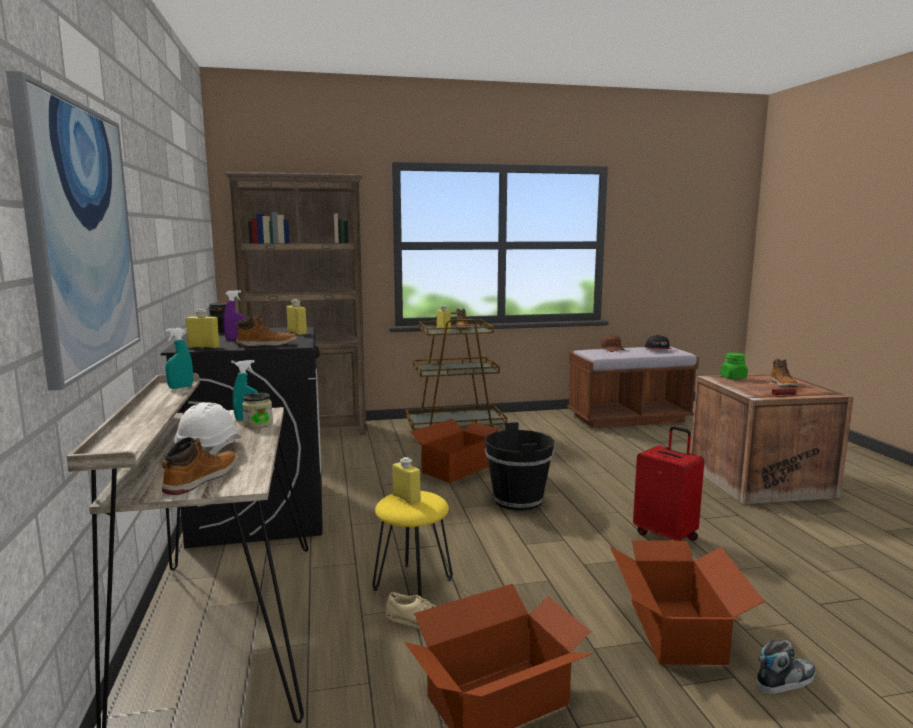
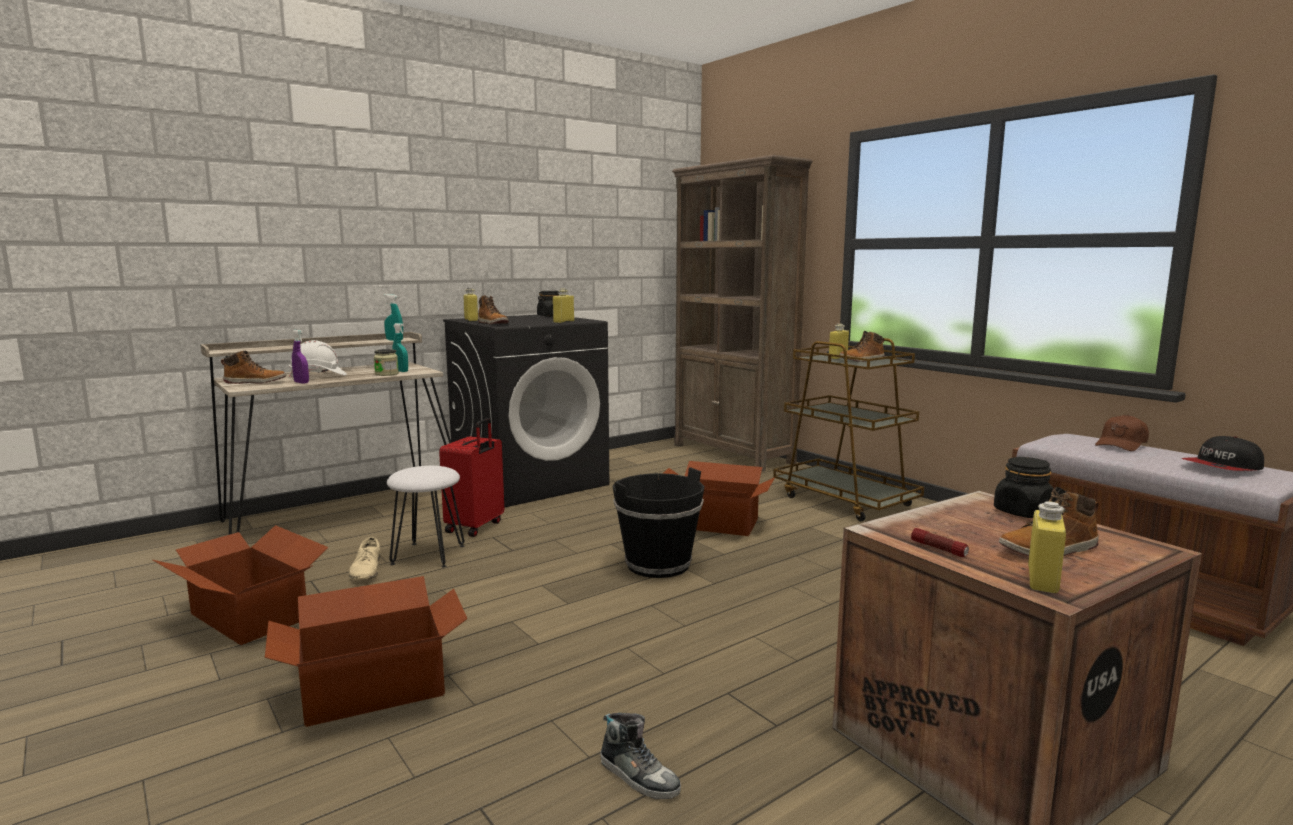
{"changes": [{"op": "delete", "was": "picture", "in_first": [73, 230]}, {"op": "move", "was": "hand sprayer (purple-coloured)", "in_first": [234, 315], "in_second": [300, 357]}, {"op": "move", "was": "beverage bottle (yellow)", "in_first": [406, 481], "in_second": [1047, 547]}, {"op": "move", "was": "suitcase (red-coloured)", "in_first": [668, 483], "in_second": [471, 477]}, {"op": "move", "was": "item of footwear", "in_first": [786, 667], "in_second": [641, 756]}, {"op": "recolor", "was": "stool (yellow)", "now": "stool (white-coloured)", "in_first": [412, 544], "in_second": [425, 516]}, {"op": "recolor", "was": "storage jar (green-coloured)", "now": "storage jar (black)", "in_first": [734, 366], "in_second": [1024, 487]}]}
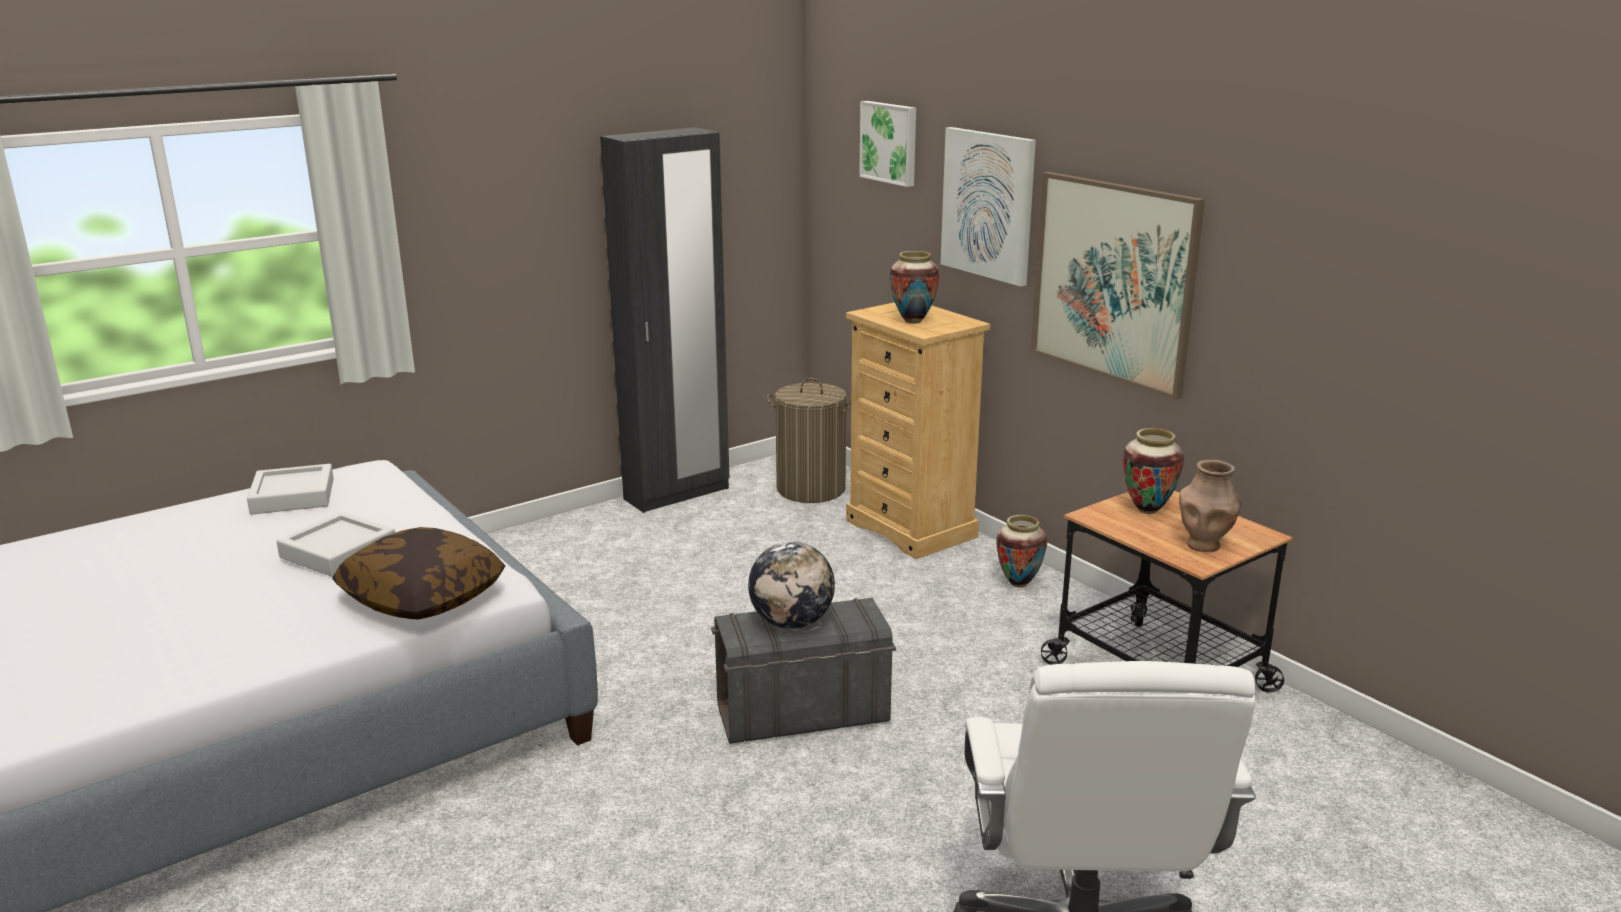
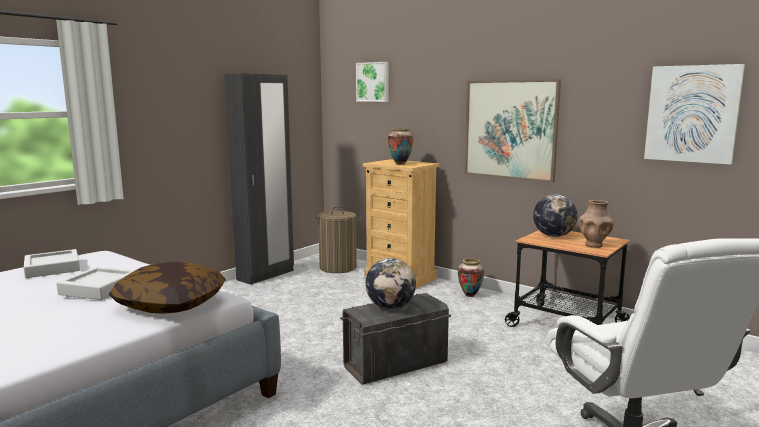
{"changes": [{"op": "move", "was": "picture", "in_first": [988, 206], "in_second": [694, 114]}, {"op": "replace", "was": "decorative vase", "now": "world globe", "in_first": [1153, 471], "in_second": [555, 215]}]}
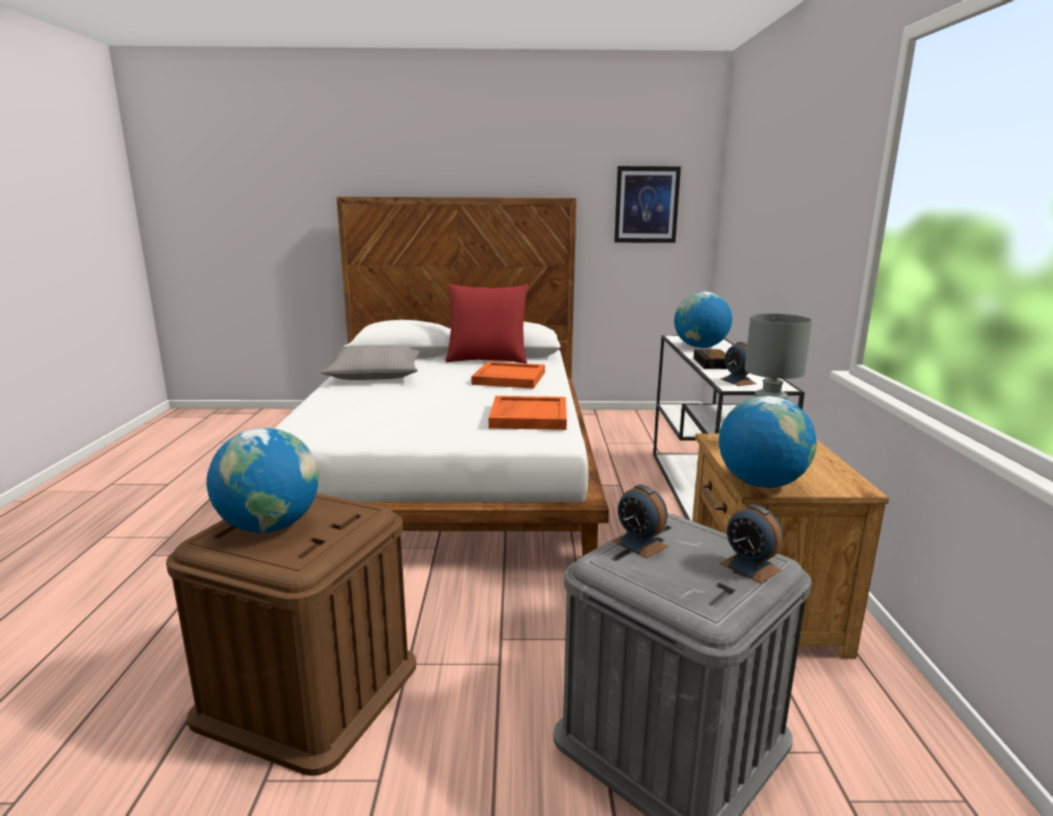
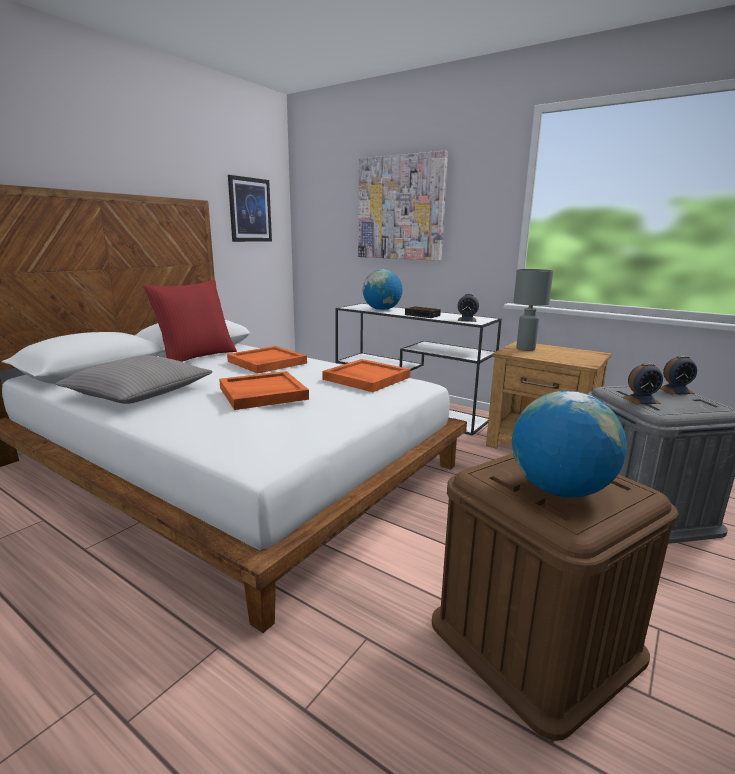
{"changes": [{"op": "delete", "was": "world globe", "in_first": [768, 442]}, {"op": "insert", "now": "serving tray (orangey)", "in_second": [264, 390]}, {"op": "insert", "now": "picture", "in_second": [403, 206]}]}
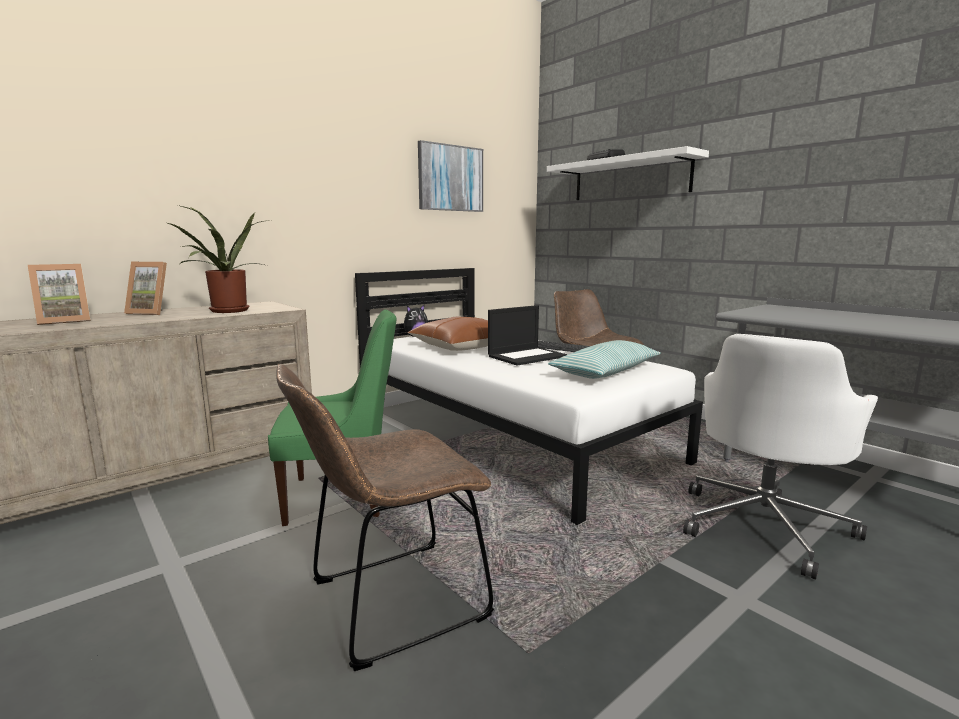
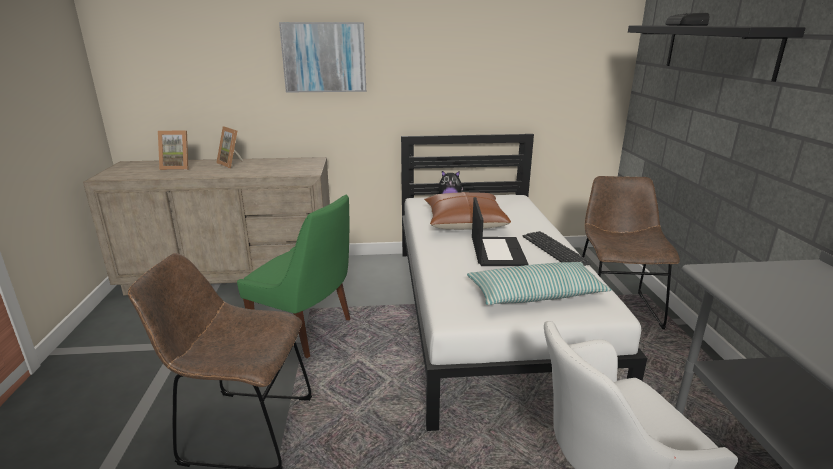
{"changes": [{"op": "delete", "was": "houseplant", "in_first": [219, 259]}, {"op": "move", "was": "picture", "in_first": [450, 176], "in_second": [322, 57]}, {"op": "recolor", "was": "wall shelf (white-coloured)", "now": "wall shelf (black)", "in_first": [628, 173], "in_second": [716, 54]}, {"op": "rotate", "was": "portable computer", "in_first": [528, 335], "in_second": [500, 231], "clockwise": -90}]}
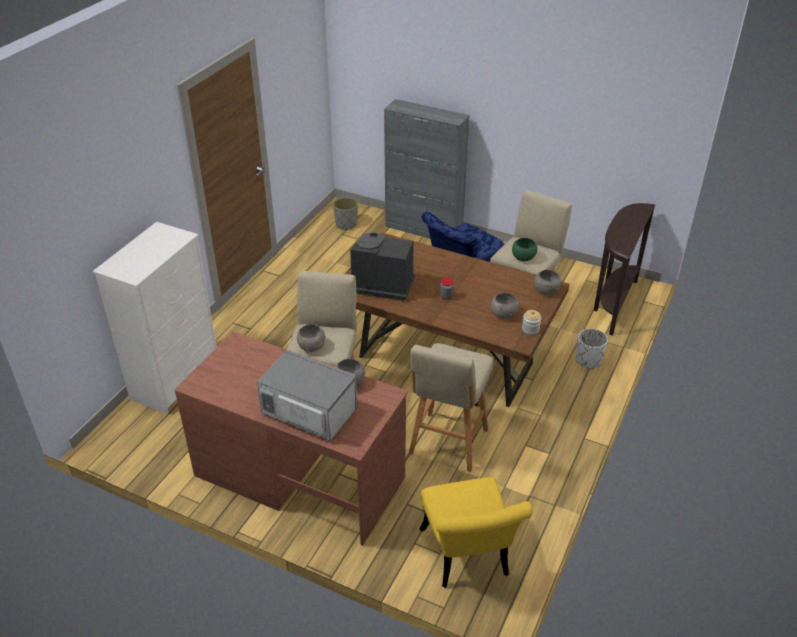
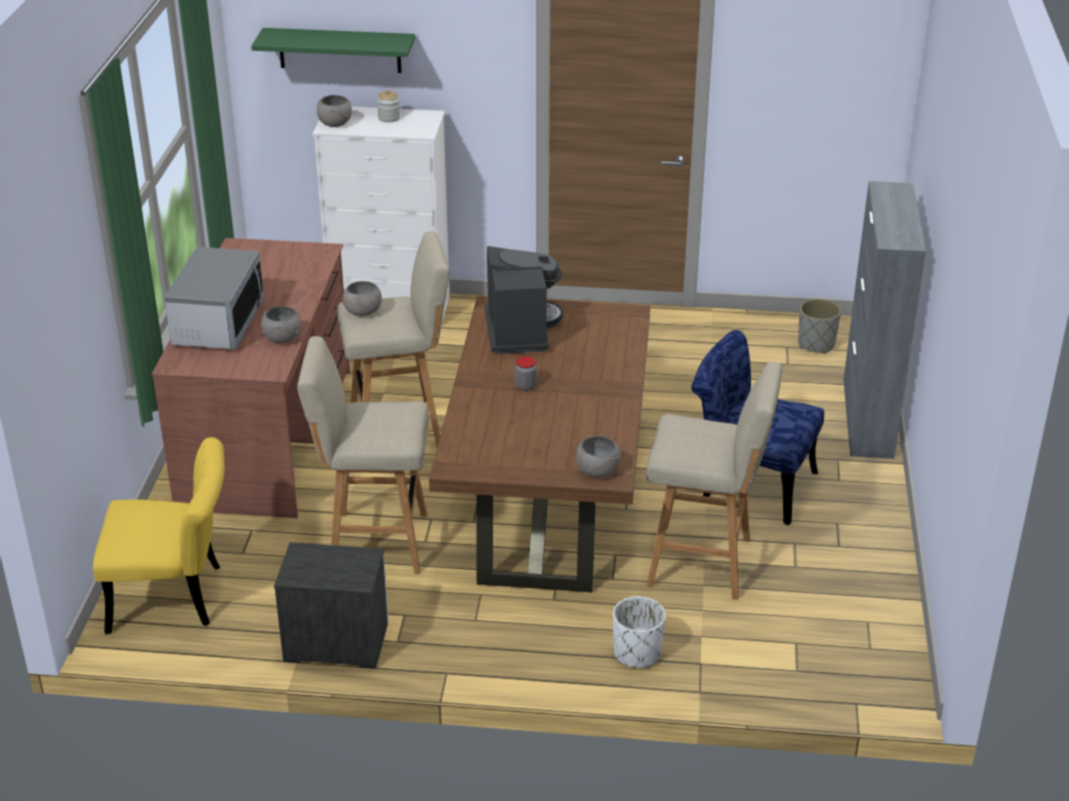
{"changes": [{"op": "delete", "was": "bowl (green-coloured)", "in_first": [524, 249]}, {"op": "delete", "was": "narrow table (brown-coloured)", "in_first": [624, 269]}, {"op": "insert", "now": "wall shelf (green-coloured)", "in_second": [333, 50]}, {"op": "insert", "now": "night table", "in_second": [331, 605]}, {"op": "move", "was": "bowl (gray)", "in_first": [504, 306], "in_second": [334, 111]}, {"op": "move", "was": "storage jar", "in_first": [531, 322], "in_second": [388, 106]}, {"op": "rotate", "was": "chair (yellow)", "in_first": [476, 532], "in_second": [159, 535], "clockwise": -150}]}
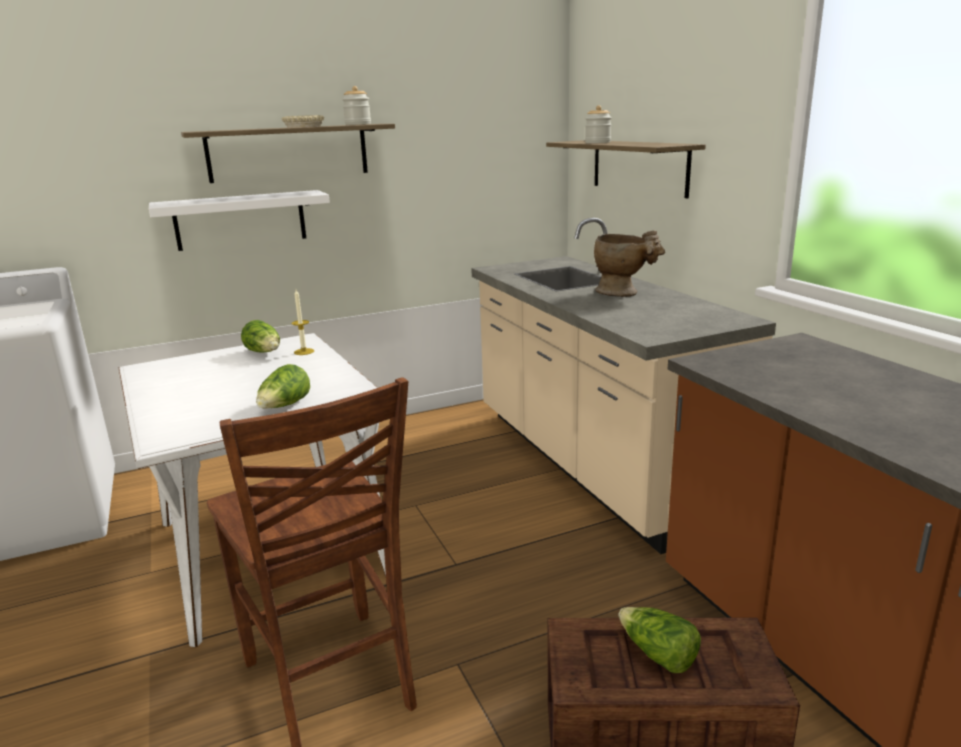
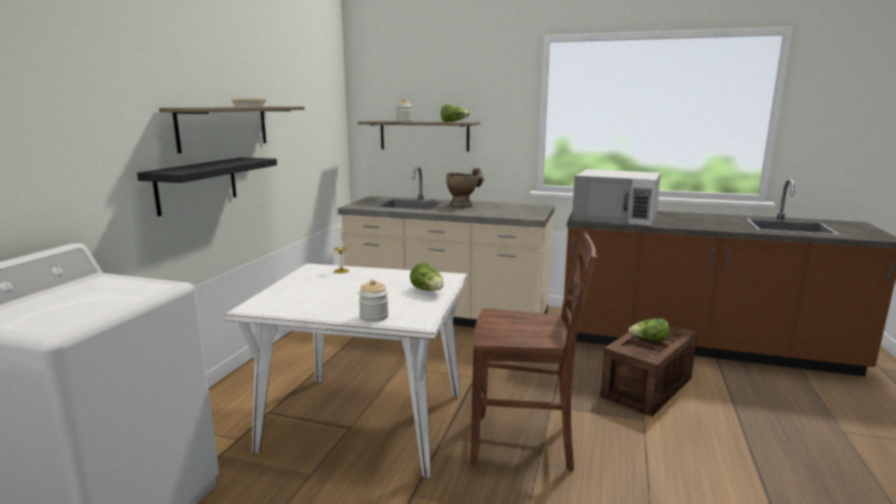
{"changes": [{"op": "insert", "now": "kitchen microwave (white-coloured)", "in_second": [616, 197]}, {"op": "move", "was": "head of lettuce", "in_first": [260, 336], "in_second": [455, 113]}, {"op": "move", "was": "storage jar", "in_first": [356, 105], "in_second": [374, 300]}, {"op": "recolor", "was": "wall shelf (white-coloured)", "now": "wall shelf (black)", "in_first": [239, 220], "in_second": [207, 186]}]}
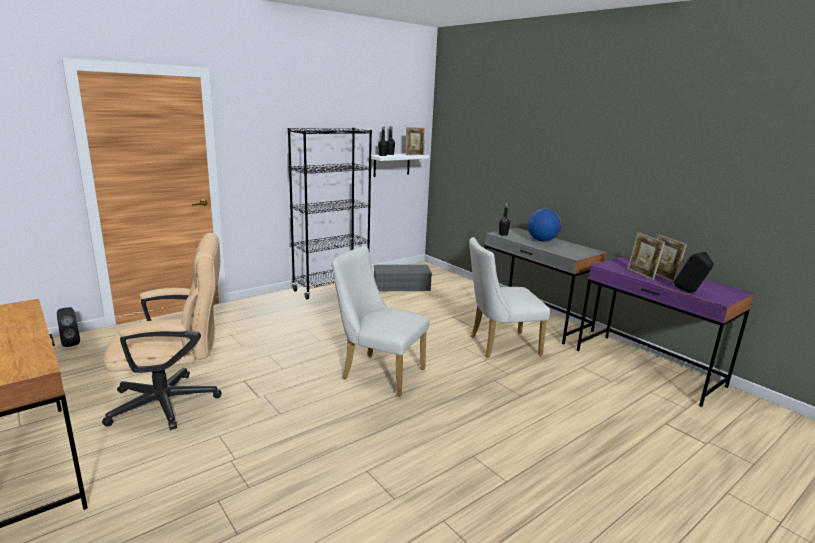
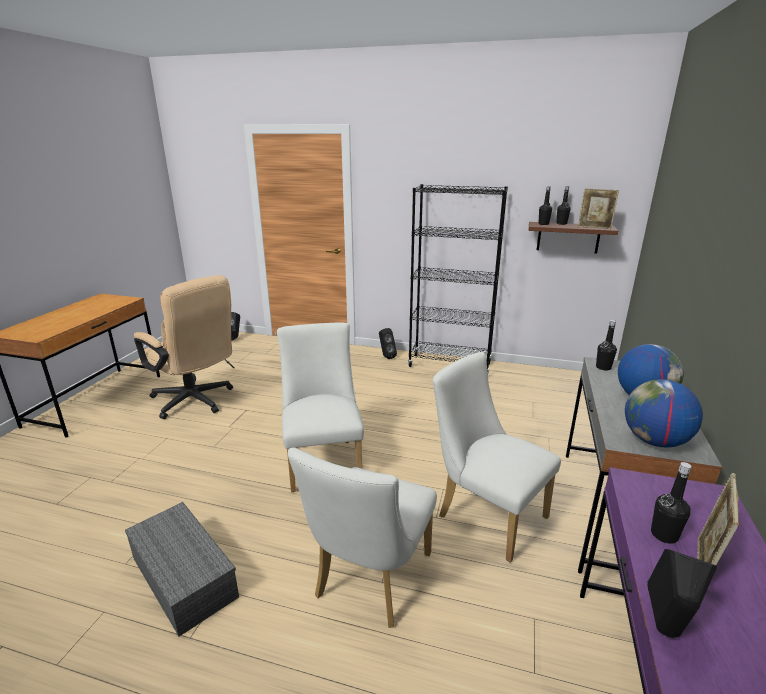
{"changes": [{"op": "insert", "now": "chair (white-coloured)", "in_second": [362, 538]}, {"op": "insert", "now": "speaker (black)", "in_second": [388, 343]}, {"op": "insert", "now": "world globe", "in_second": [664, 413]}, {"op": "move", "was": "storage box (gray)", "in_first": [403, 278], "in_second": [182, 569]}, {"op": "replace", "was": "photo frame", "now": "beverage bottle (black)", "in_first": [646, 256], "in_second": [671, 503]}, {"op": "recolor", "was": "wall shelf (white-coloured)", "now": "wall shelf (brown-coloured)", "in_first": [398, 165], "in_second": [573, 238]}]}
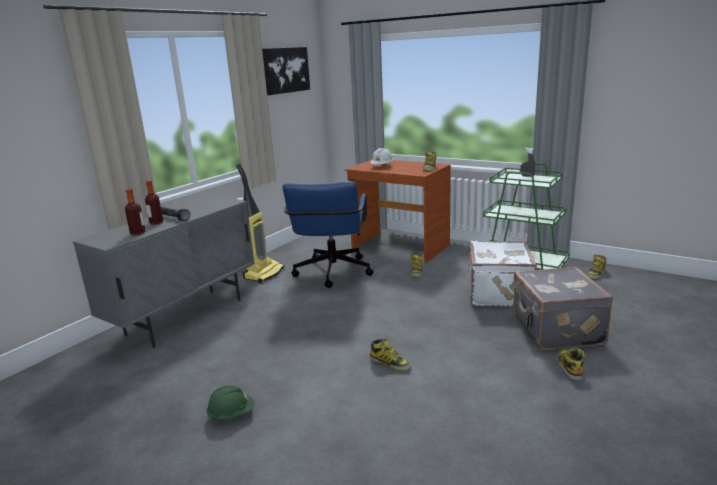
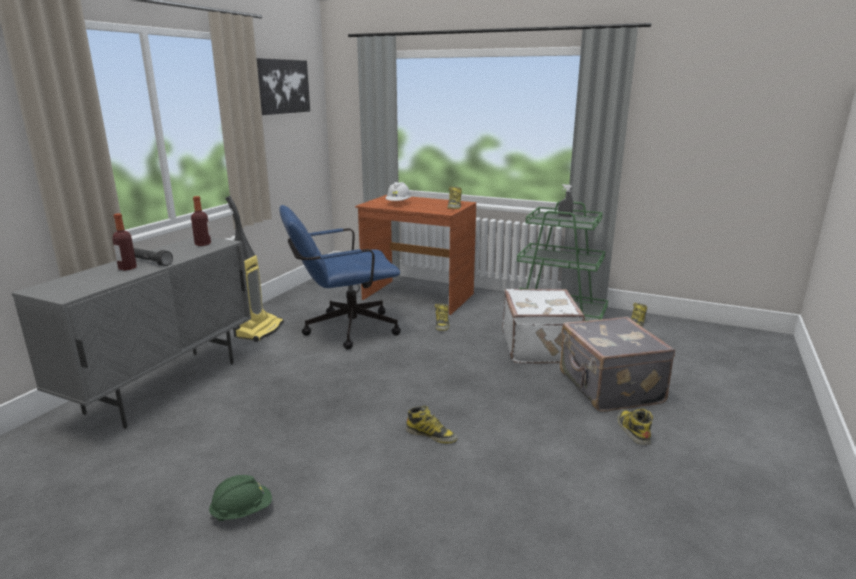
{"changes": [{"op": "move", "was": "beverage bottle", "in_first": [135, 212], "in_second": [201, 221]}, {"op": "rotate", "was": "computer chair (bluish)", "in_first": [328, 234], "in_second": [340, 277], "clockwise": 75}]}
